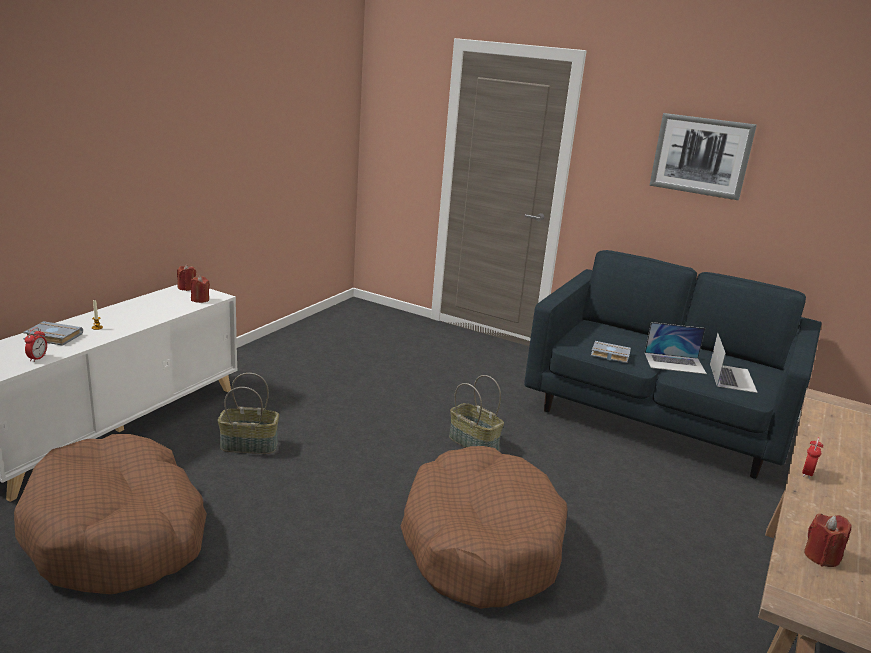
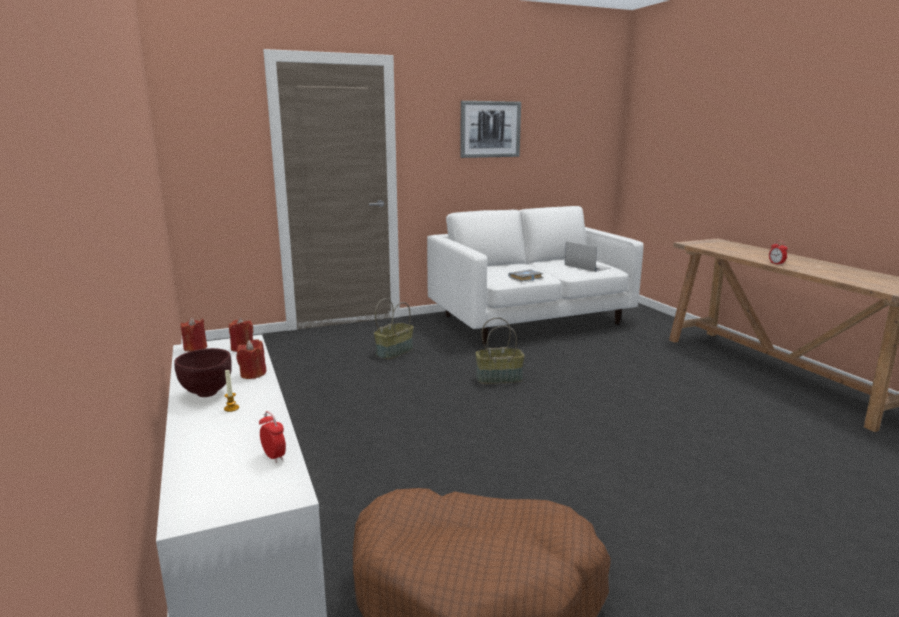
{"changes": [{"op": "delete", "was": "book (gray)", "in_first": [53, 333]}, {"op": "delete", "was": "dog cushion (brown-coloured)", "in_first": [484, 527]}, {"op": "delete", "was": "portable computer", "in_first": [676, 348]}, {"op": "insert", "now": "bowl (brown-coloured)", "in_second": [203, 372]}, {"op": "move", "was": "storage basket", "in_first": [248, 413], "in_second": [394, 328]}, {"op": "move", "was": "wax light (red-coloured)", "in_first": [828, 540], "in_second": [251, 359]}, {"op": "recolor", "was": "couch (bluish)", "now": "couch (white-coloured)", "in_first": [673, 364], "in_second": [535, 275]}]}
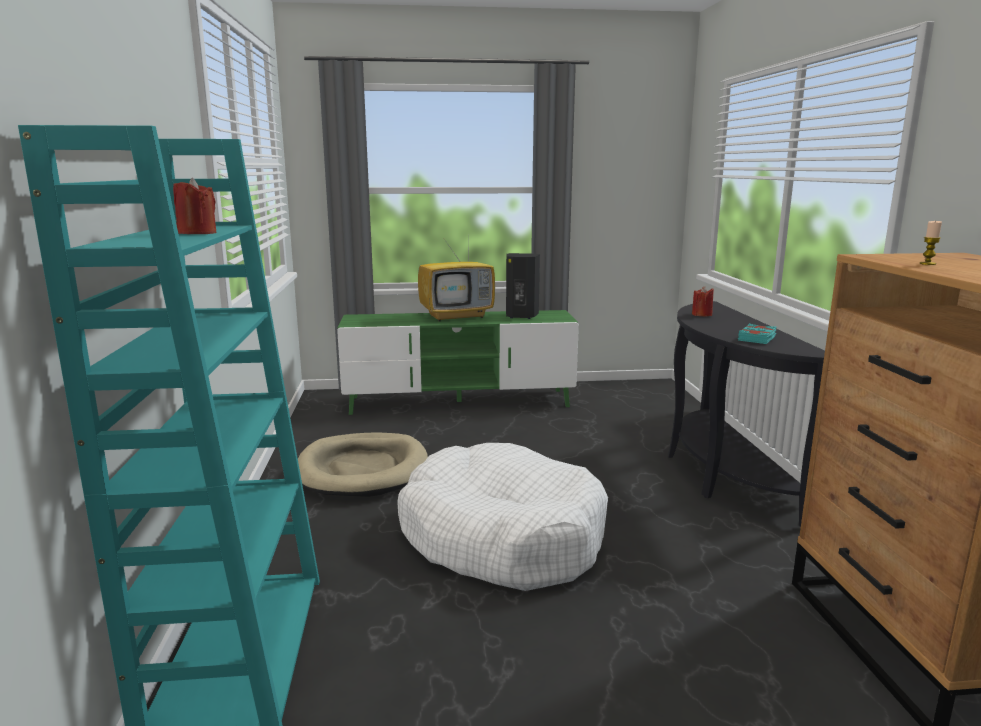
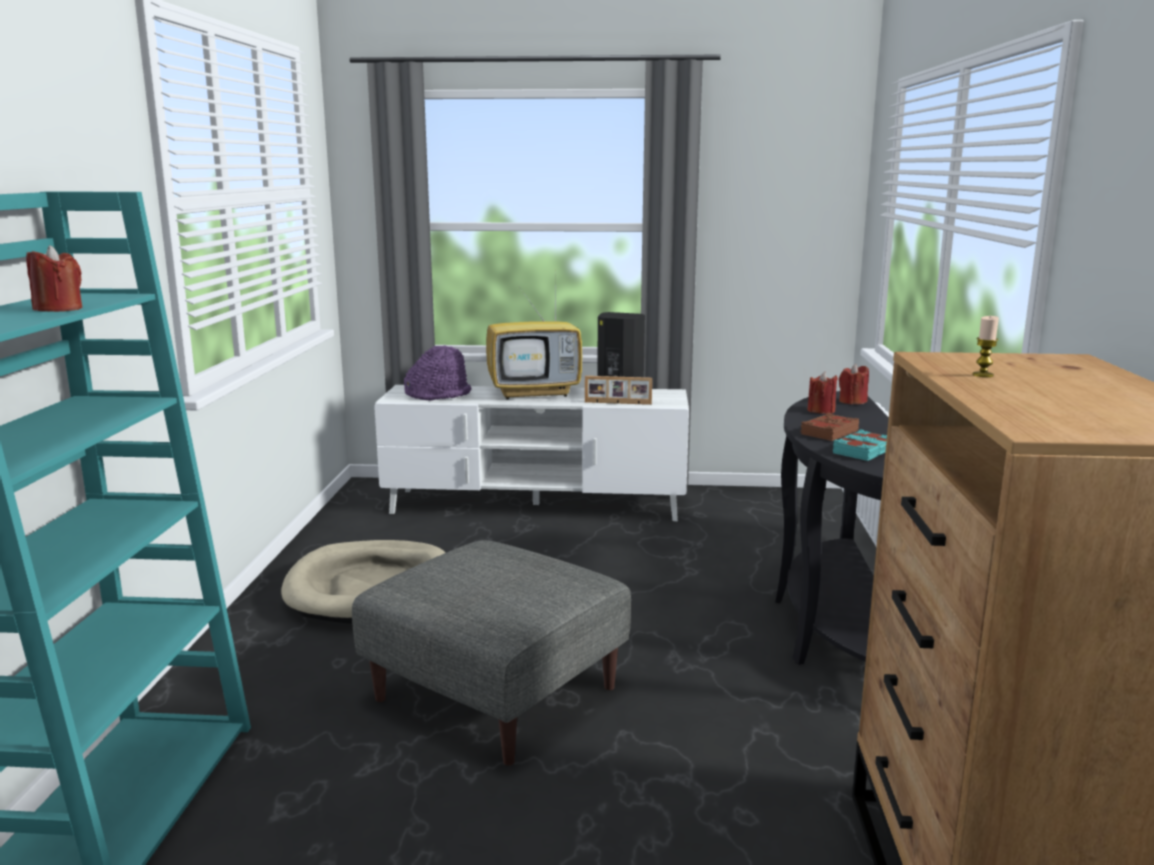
{"changes": [{"op": "insert", "now": "hat (purple-coloured)", "in_second": [437, 373]}, {"op": "insert", "now": "photo frame", "in_second": [618, 390]}, {"op": "insert", "now": "book (brown-coloured)", "in_second": [829, 427]}, {"op": "insert", "now": "wax light (red-coloured)", "in_second": [854, 384]}, {"op": "replace", "was": "dog cushion (white-coloured)", "now": "ottoman (gray)", "in_first": [502, 517], "in_second": [491, 653]}, {"op": "recolor", "was": "tv unit (green-coloured)", "now": "tv unit (white-coloured)", "in_first": [458, 362], "in_second": [531, 453]}]}
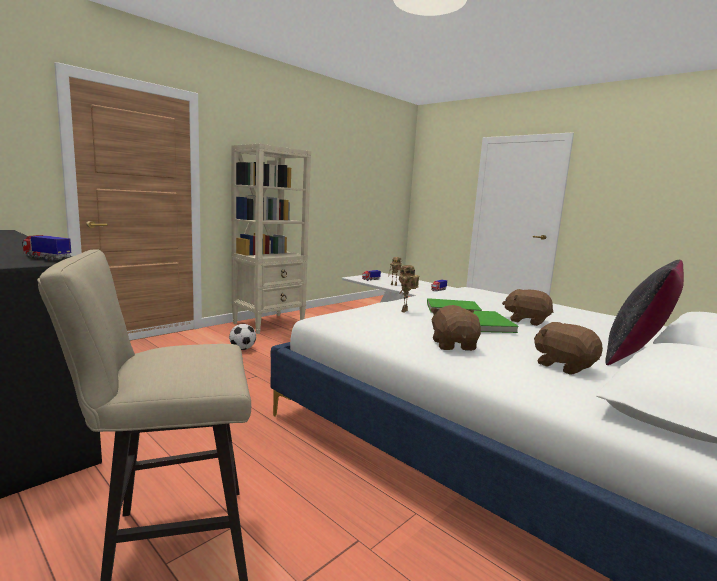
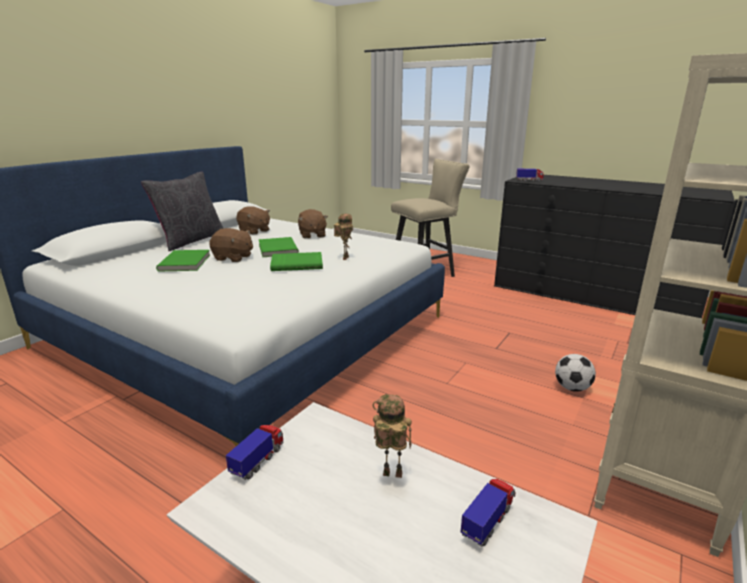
{"changes": [{"op": "insert", "now": "book (green-coloured)", "in_second": [183, 261]}]}
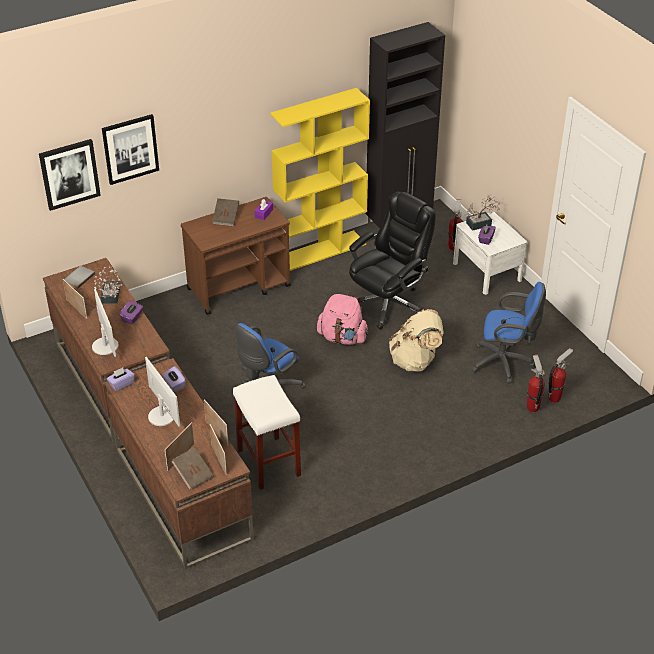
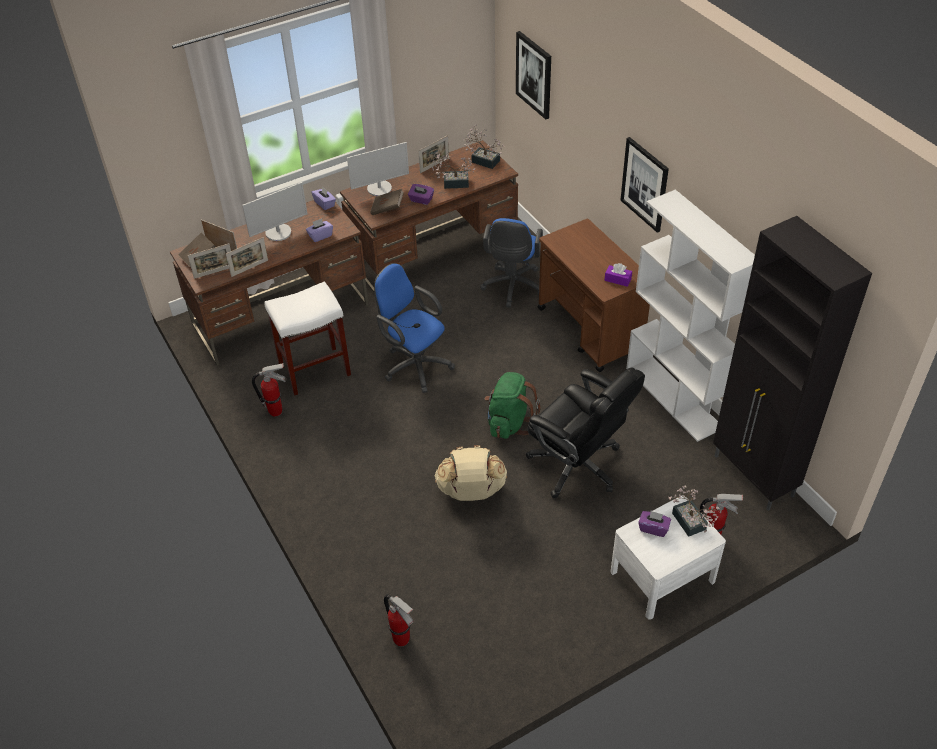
{"changes": [{"op": "move", "was": "picture", "in_first": [130, 149], "in_second": [645, 185]}, {"op": "move", "was": "book (brown-coloured)", "in_first": [225, 212], "in_second": [387, 202]}, {"op": "move", "was": "computer chair (bluish)", "in_first": [509, 333], "in_second": [511, 262]}, {"op": "move", "was": "fire-fighting cylinder", "in_first": [536, 383], "in_second": [269, 389]}, {"op": "replace", "was": "book (gray)", "now": "houseplant", "in_first": [79, 277], "in_second": [483, 147]}, {"op": "recolor", "was": "shelving unit (yellow)", "now": "shelving unit (white-coloured)", "in_first": [320, 179], "in_second": [690, 315]}, {"op": "recolor", "was": "rucksack (pink)", "now": "rucksack (green-coloured)", "in_first": [343, 319], "in_second": [512, 405]}]}
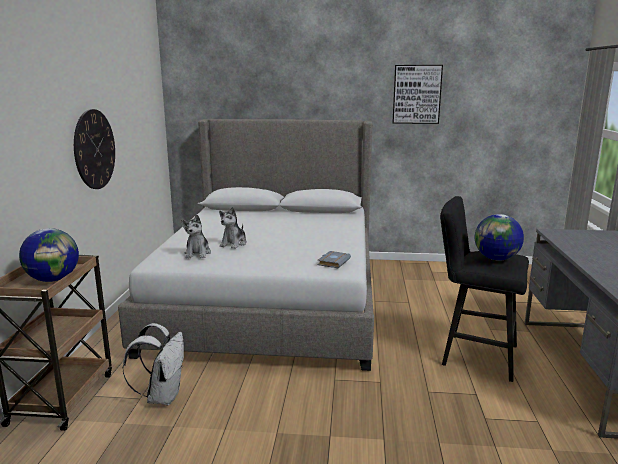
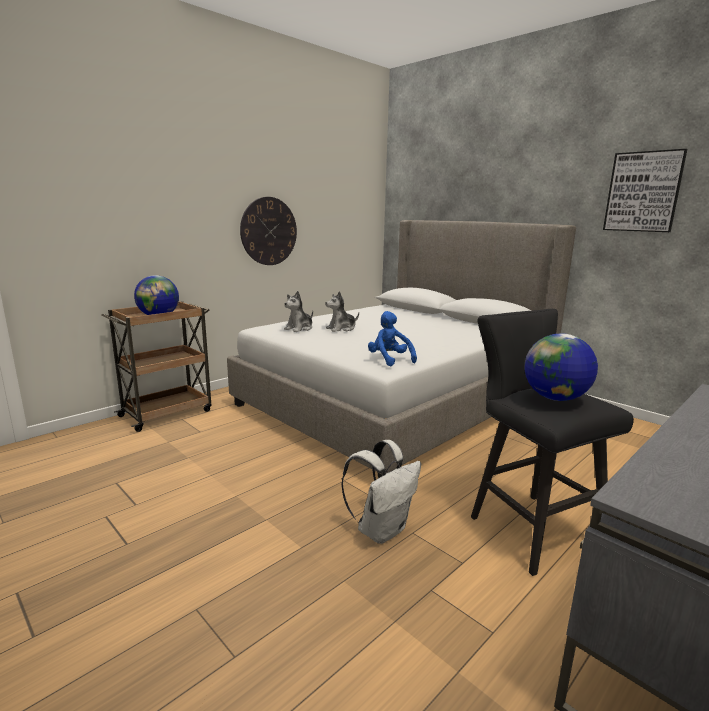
{"changes": [{"op": "move", "was": "rucksack (white-coloured)", "in_first": [153, 364], "in_second": [381, 492]}, {"op": "replace", "was": "book (gray)", "now": "plush toy (bluish)", "in_first": [334, 259], "in_second": [392, 338]}]}
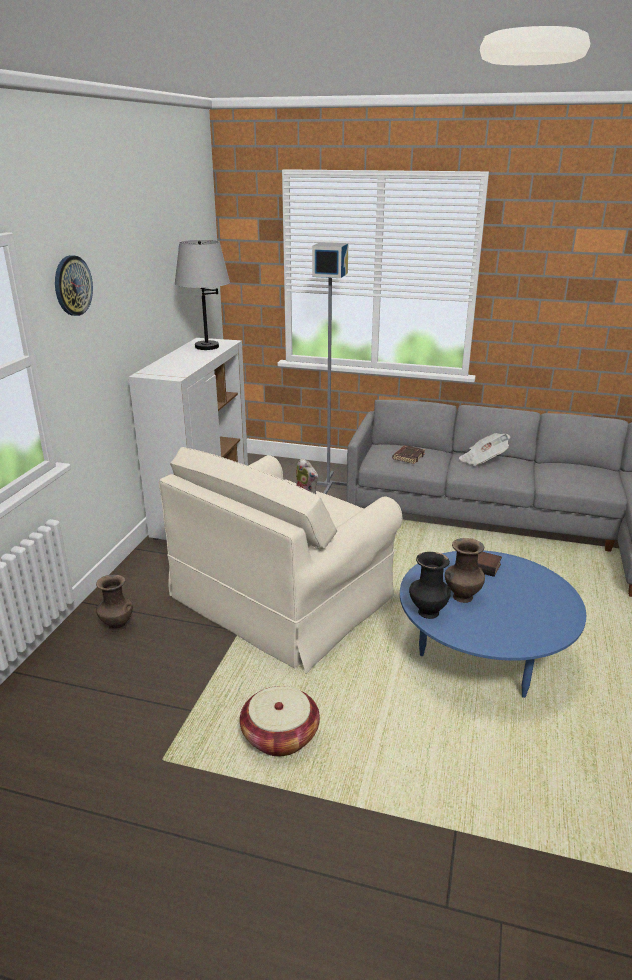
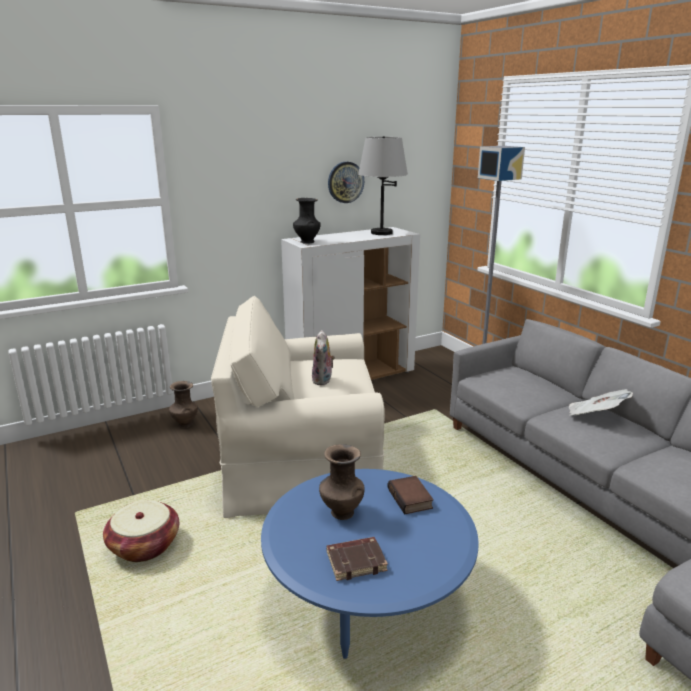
{"changes": [{"op": "move", "was": "wall clock", "in_first": [74, 285], "in_second": [346, 182]}, {"op": "move", "was": "book (brown-coloured)", "in_first": [408, 454], "in_second": [357, 559]}, {"op": "move", "was": "decorative vase (black)", "in_first": [430, 585], "in_second": [307, 221]}]}
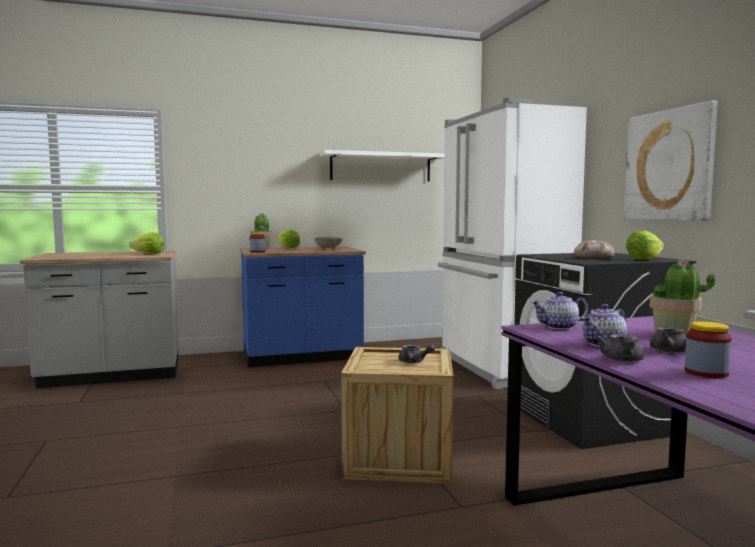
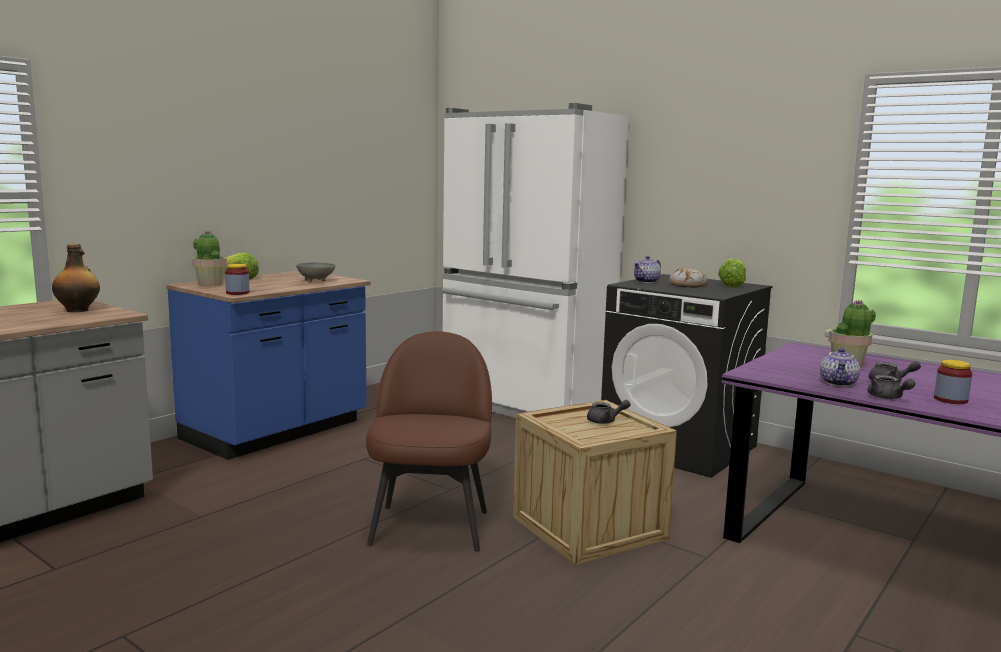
{"changes": [{"op": "delete", "was": "wall shelf (white-coloured)", "in_first": [382, 166]}, {"op": "delete", "was": "picture", "in_first": [670, 161]}, {"op": "insert", "now": "chair (brown-coloured)", "in_second": [429, 441]}, {"op": "move", "was": "pot for tea", "in_first": [560, 311], "in_second": [647, 269]}, {"op": "replace", "was": "head of lettuce", "now": "beverage bottle", "in_first": [146, 243], "in_second": [76, 278]}]}
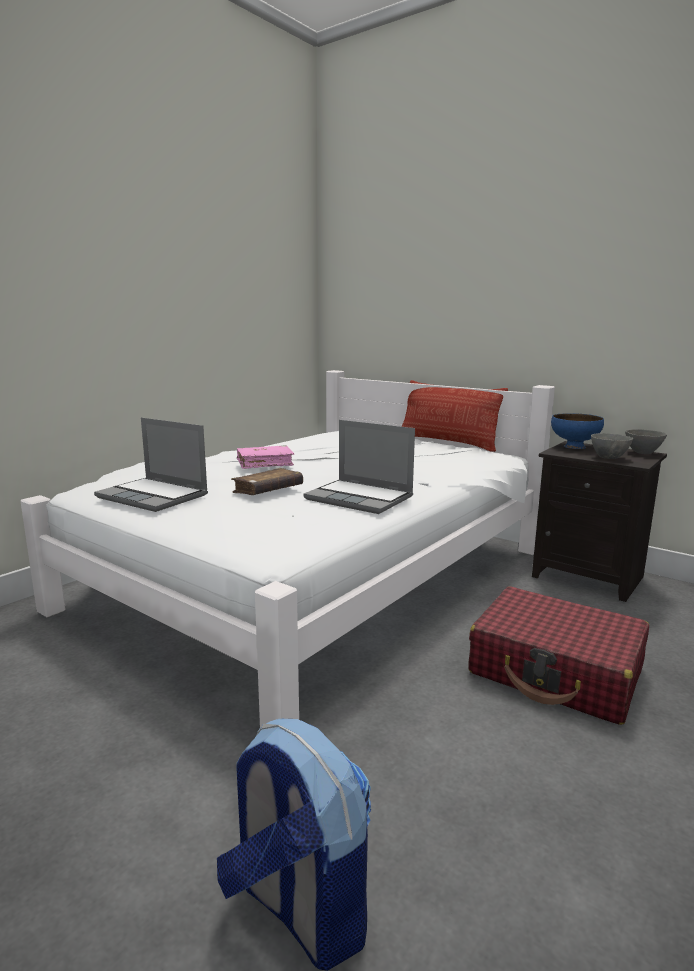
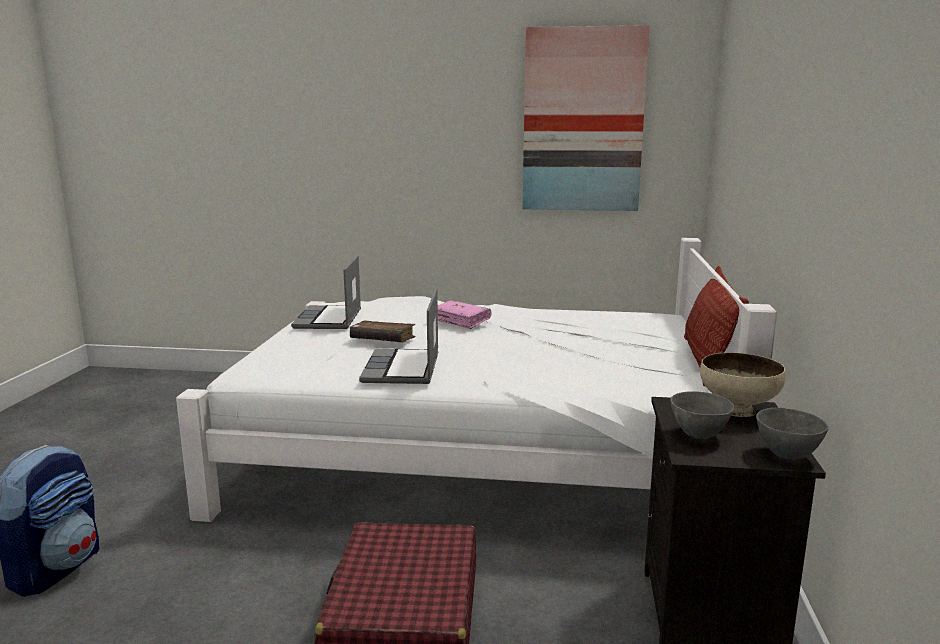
{"changes": [{"op": "insert", "now": "picture", "in_second": [586, 118]}, {"op": "recolor", "was": "bowl (bluish)", "now": "bowl (beige-coloured)", "in_first": [577, 431], "in_second": [743, 384]}]}
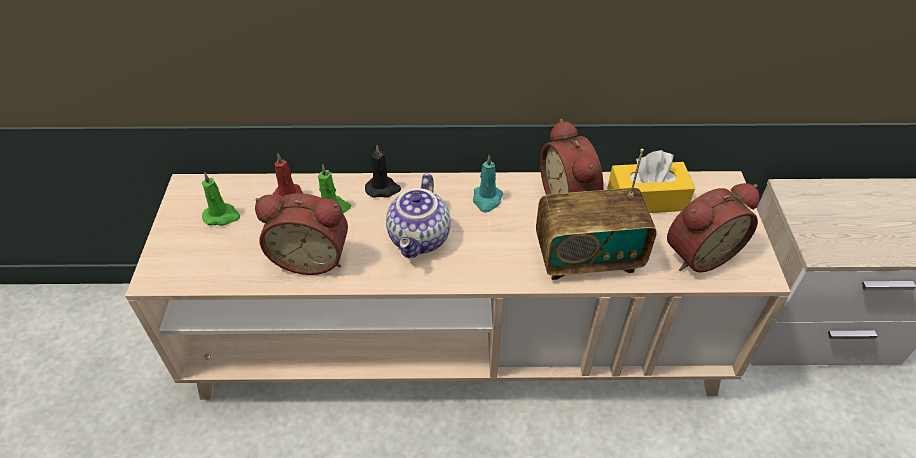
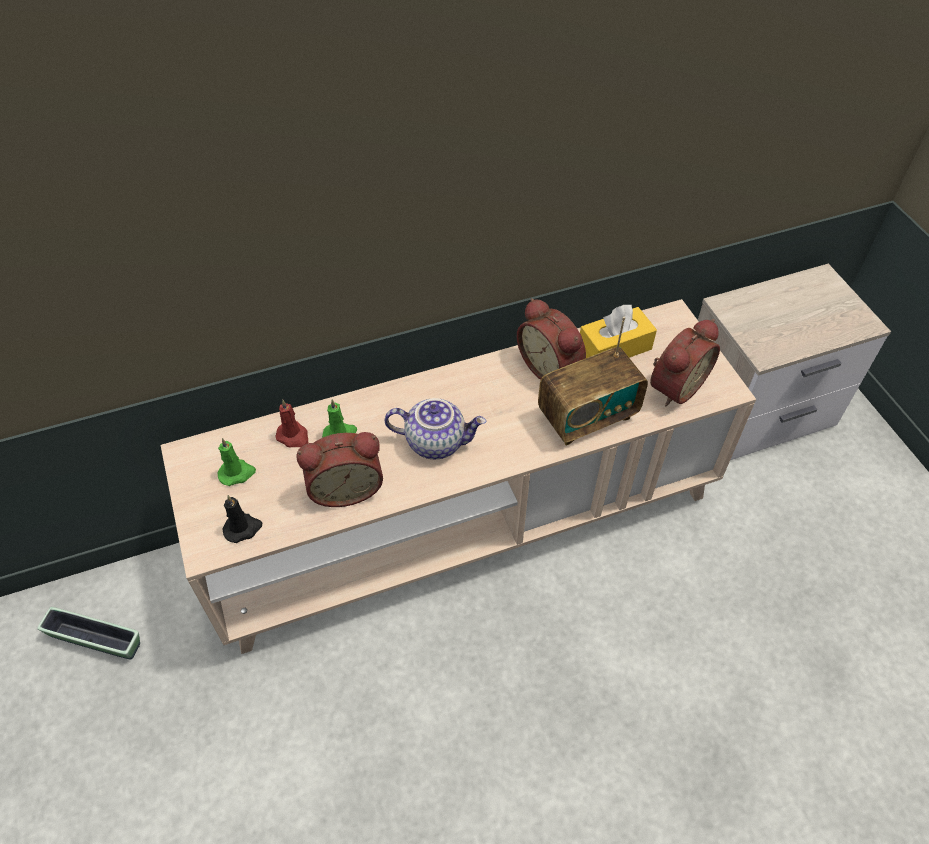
{"changes": [{"op": "delete", "was": "wax light (blue-green)", "in_first": [488, 183]}, {"op": "insert", "now": "plant pot", "in_second": [88, 633]}, {"op": "move", "was": "wax light (black)", "in_first": [383, 171], "in_second": [242, 519]}, {"op": "rotate", "was": "pot for tea", "in_first": [418, 215], "in_second": [435, 428], "clockwise": -75}]}
